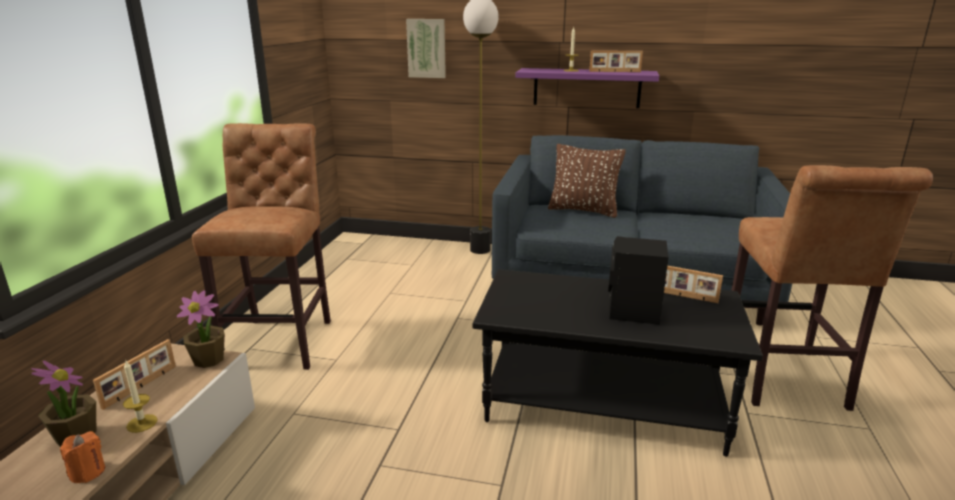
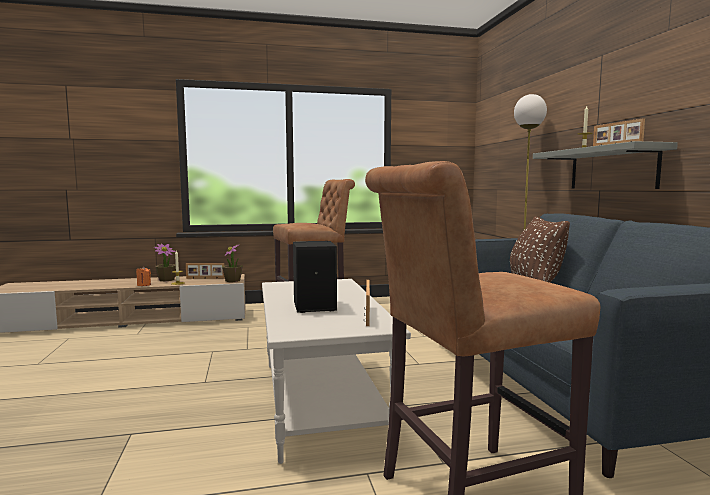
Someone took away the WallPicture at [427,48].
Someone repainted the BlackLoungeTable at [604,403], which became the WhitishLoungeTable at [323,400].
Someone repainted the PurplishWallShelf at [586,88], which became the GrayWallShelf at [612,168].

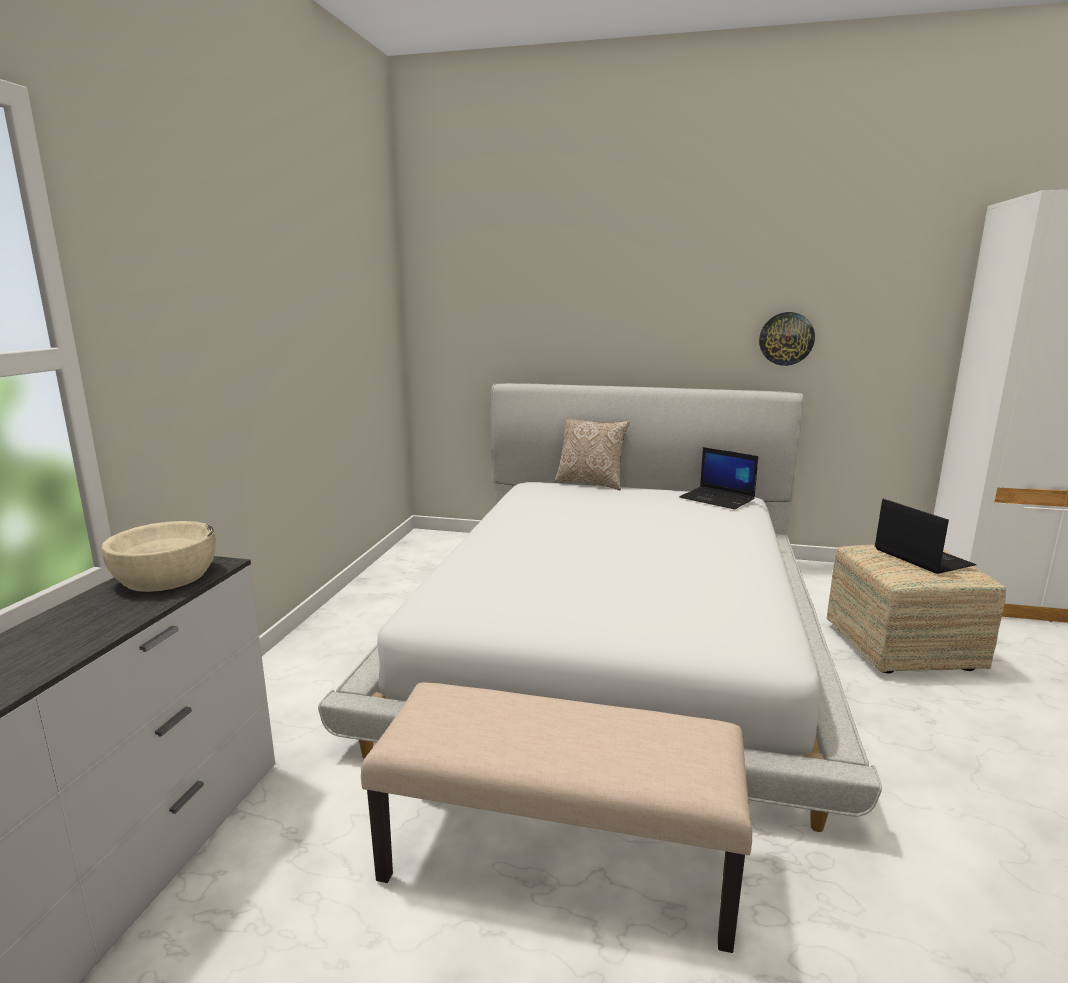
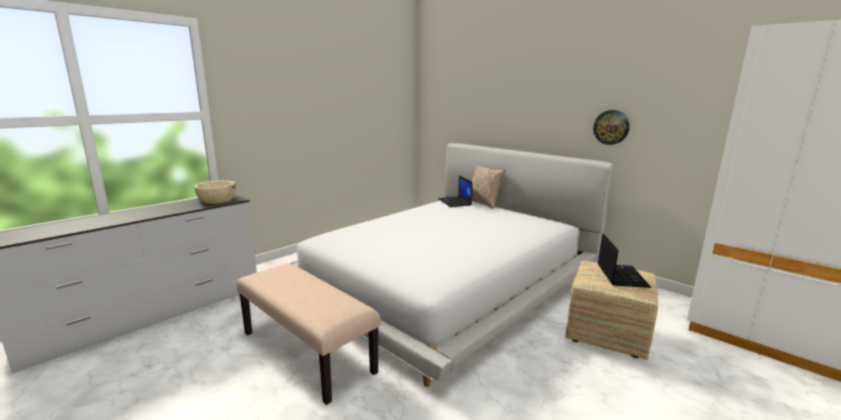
Someone carried the PortableComputer from [718,499] to [455,202].

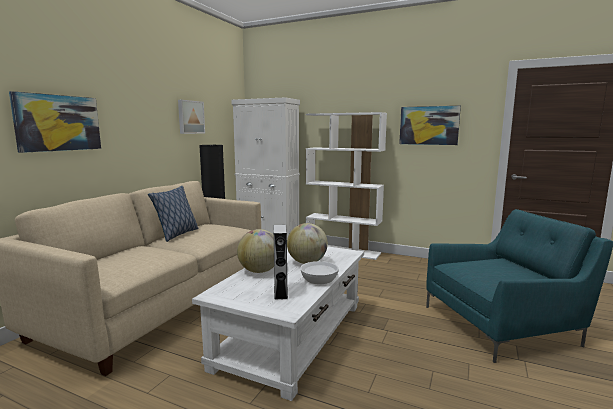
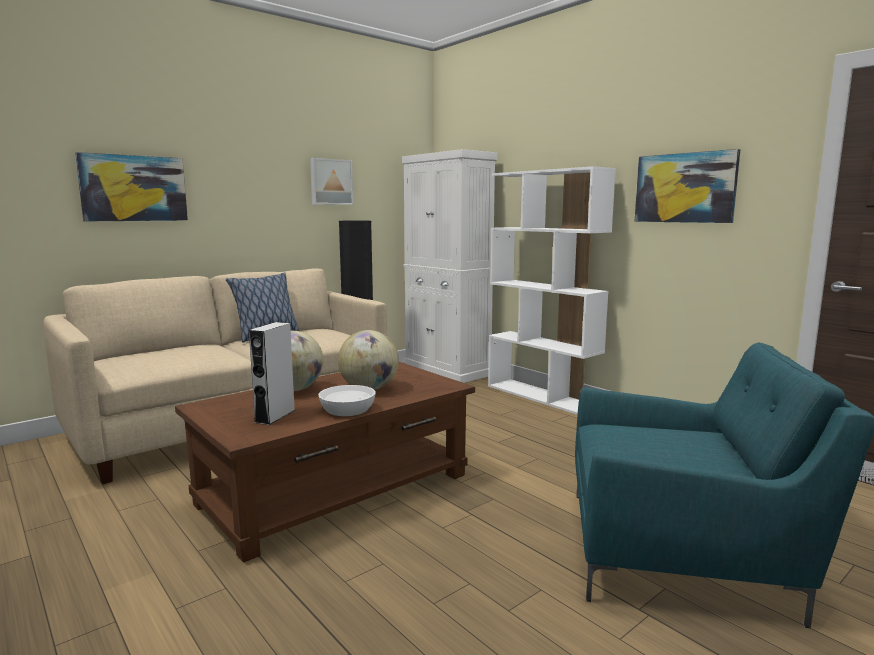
Someone repainted the WhitishLoungeTable at [292,334], which became the BrownColouredLoungeTable at [337,488].

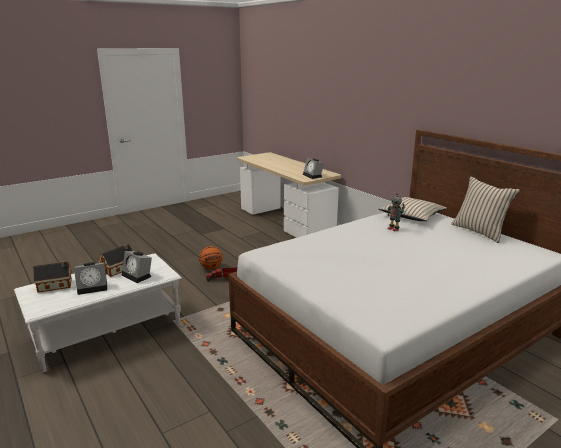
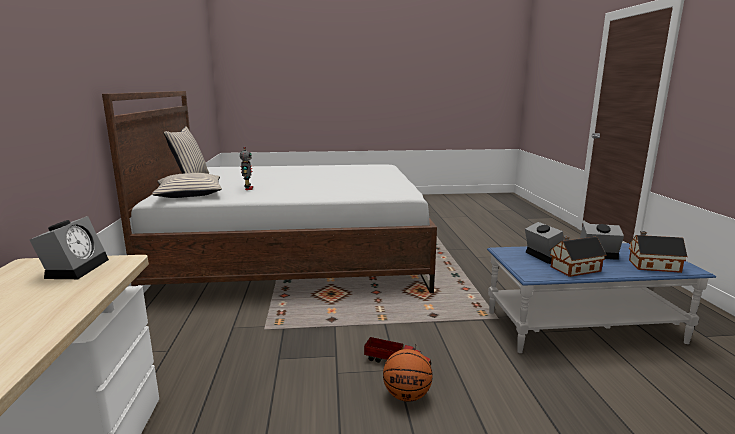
Someone repainted the WhitishLoungeTable at [107,332], which became the BluishLoungeTable at [582,327].

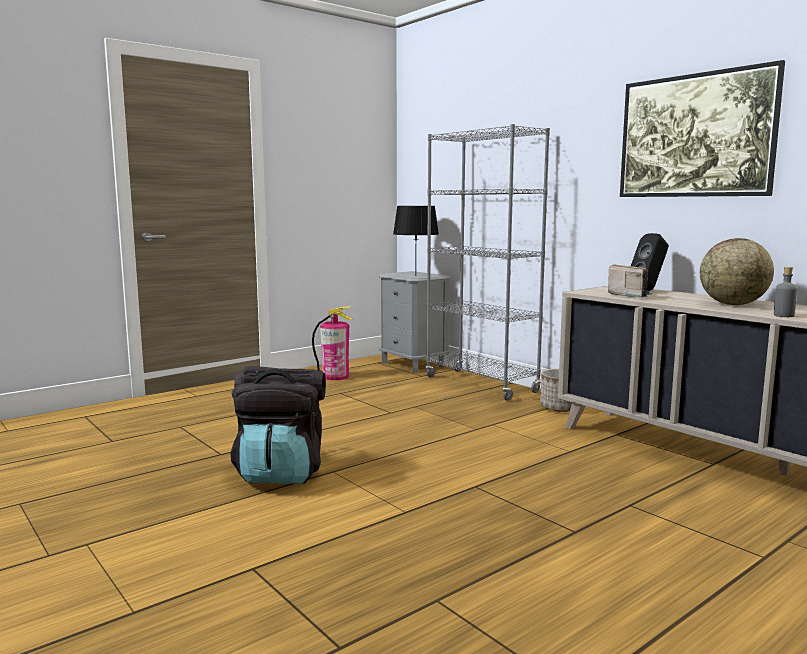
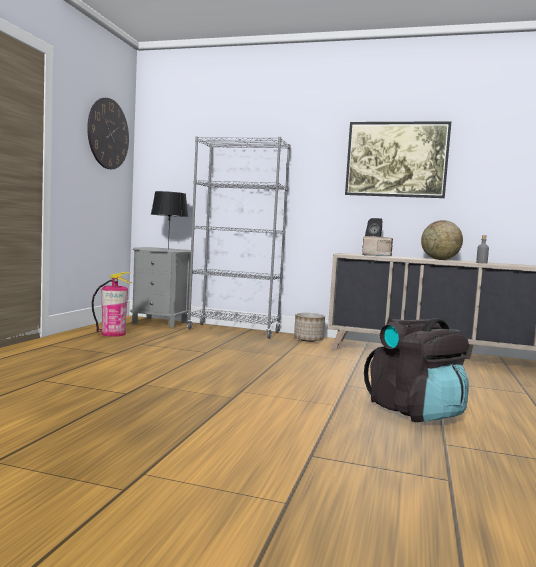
Someone put up the HangingClock at [108,134].
Someone carried the BlackBackpack from [281,472] to [415,411].

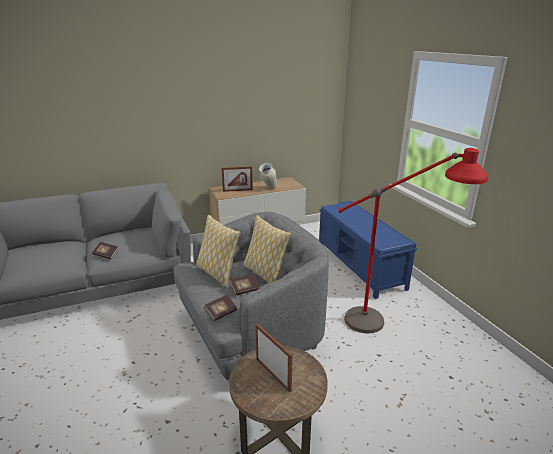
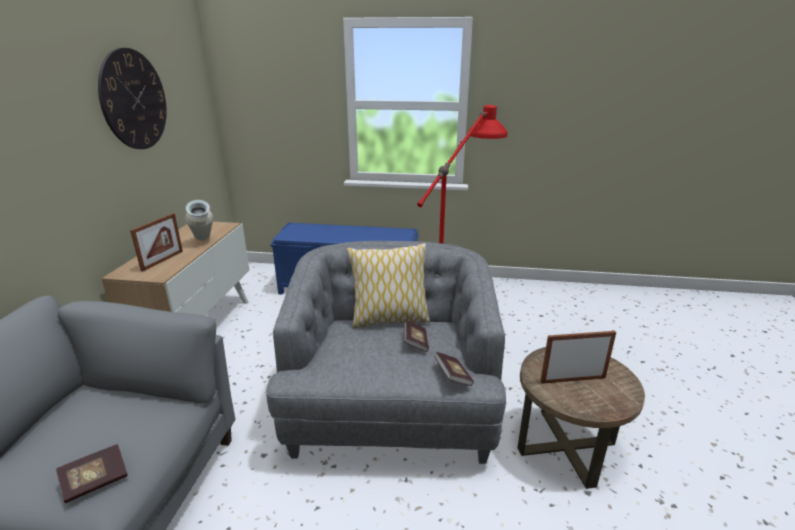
Someone took away the Pillow at [217,273].
Someone put up the HangingClock at [134,100].

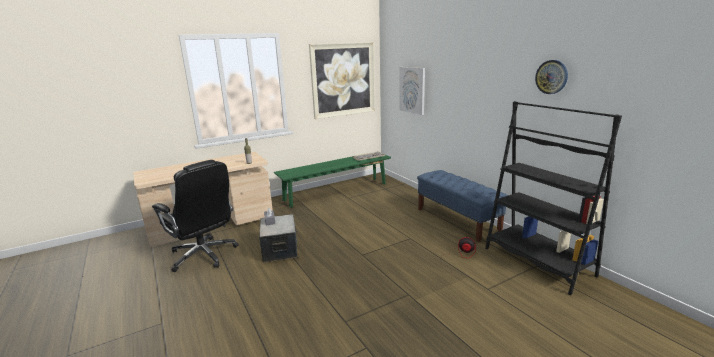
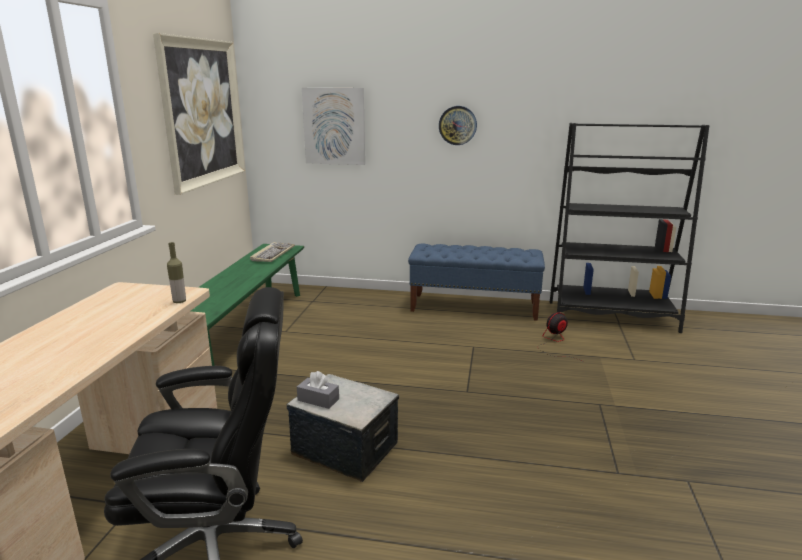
Someone carried the HangingClock from [551,77] to [457,125].

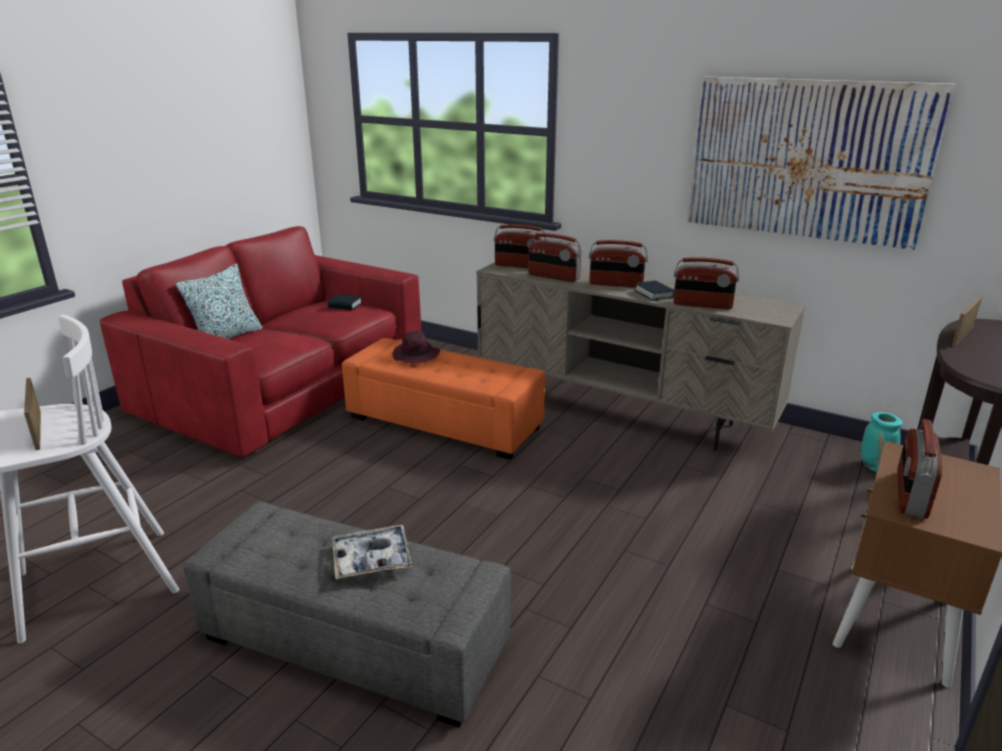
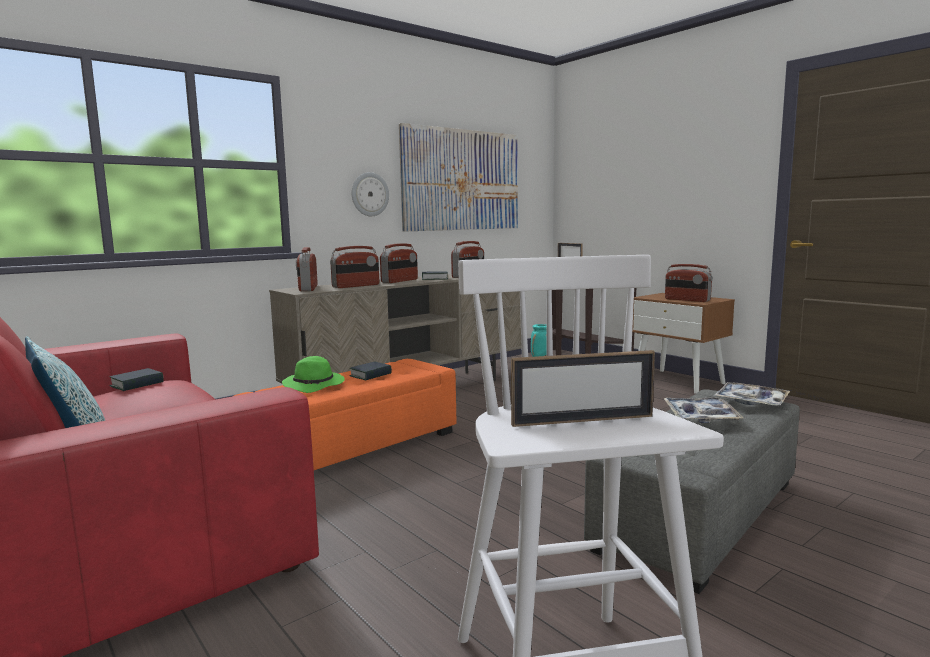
Someone put down the BoundBook at [370,375].
Someone put up the HangingClock at [369,194].
Someone put down the ServingTray at [751,401].
Someone repainted the PurplishHat at [416,356], which became the GreenColouredHat at [315,385].
Someone rotated the Radio at [519,266] by 135 degrees clockwise.

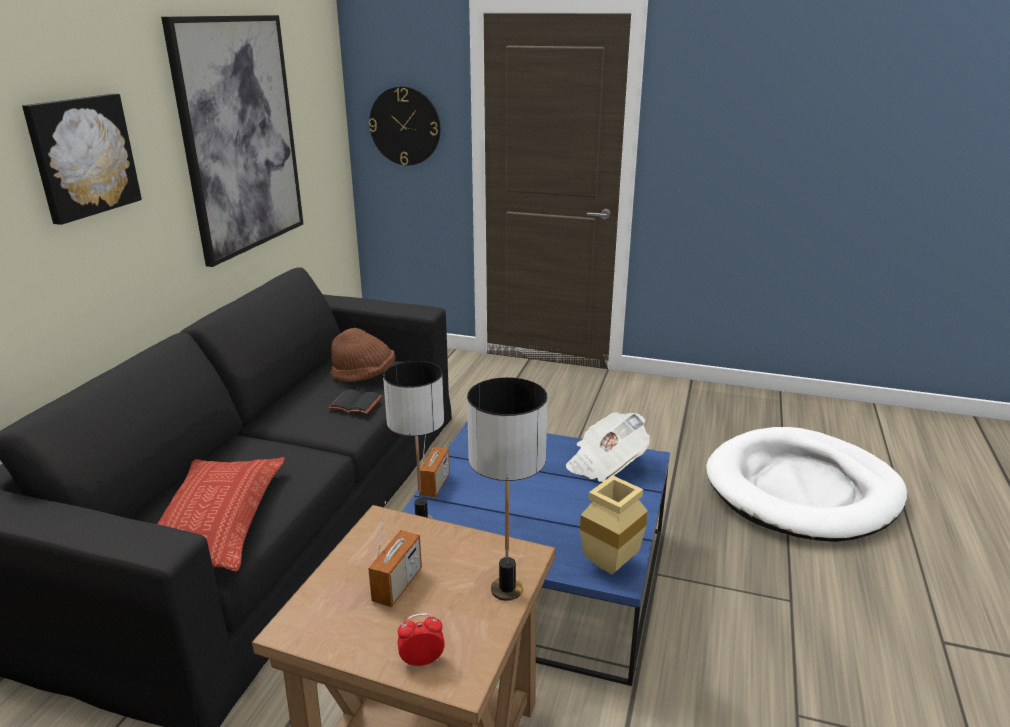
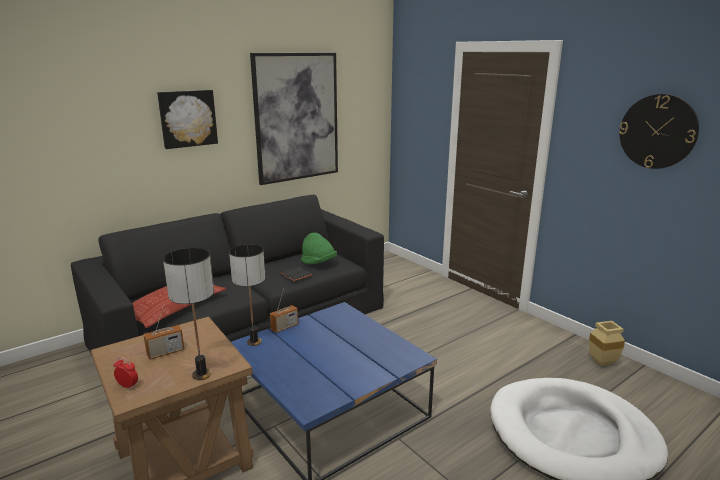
Someone took away the Newspaper at [605,464].
Someone carried the HangingClock from [405,126] to [657,131].
Someone carried the BeigeColouredDecorativeVase from [610,563] to [602,362].
Someone repainted the BrownColouredHat at [364,376], which became the GreenColouredHat at [318,263].

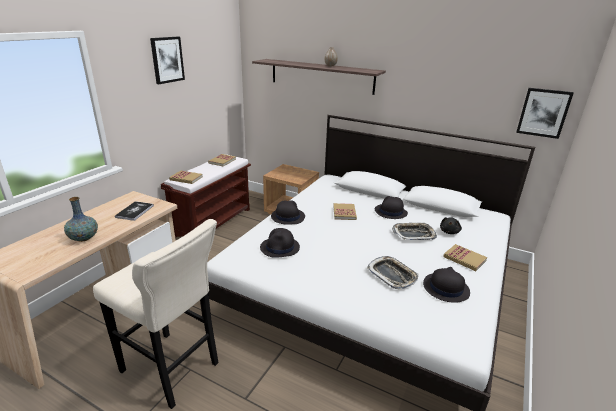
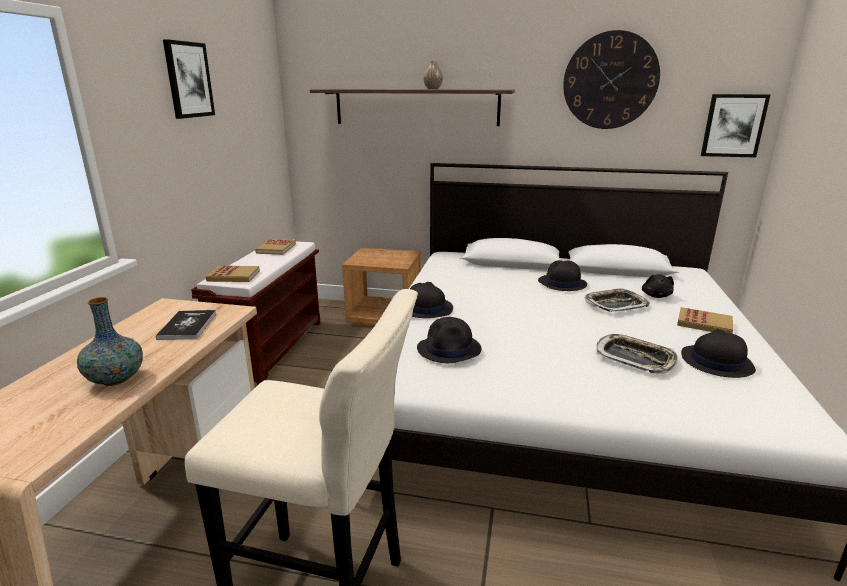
Someone took away the BoundBook at [344,213].
Someone put up the HangingClock at [610,81].

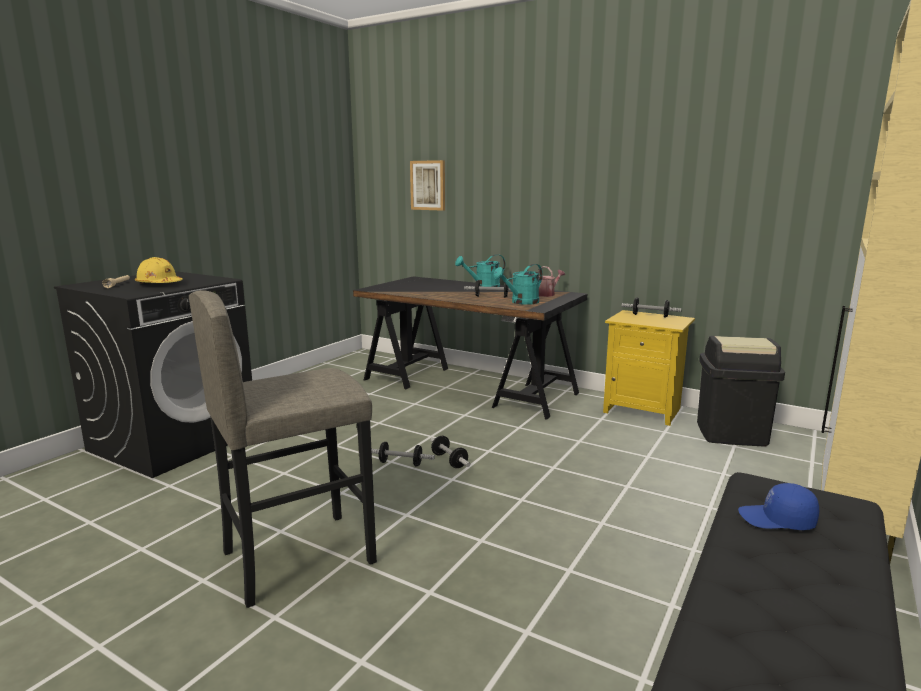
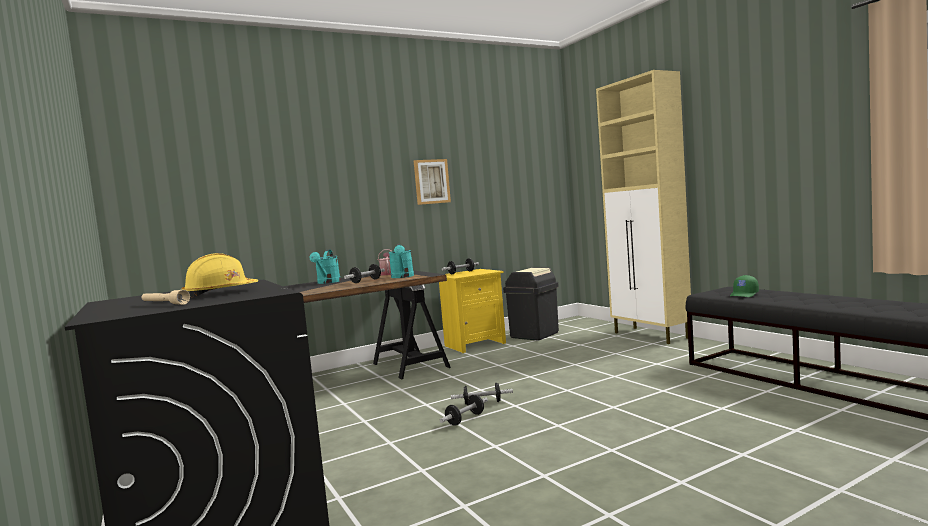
Someone took away the GrayStool at [297,556].
Someone carried the WallPicture from [428,185] to [431,181].
Someone repainted the BluishCap at [777,520], which became the GreenColouredCap at [744,294].

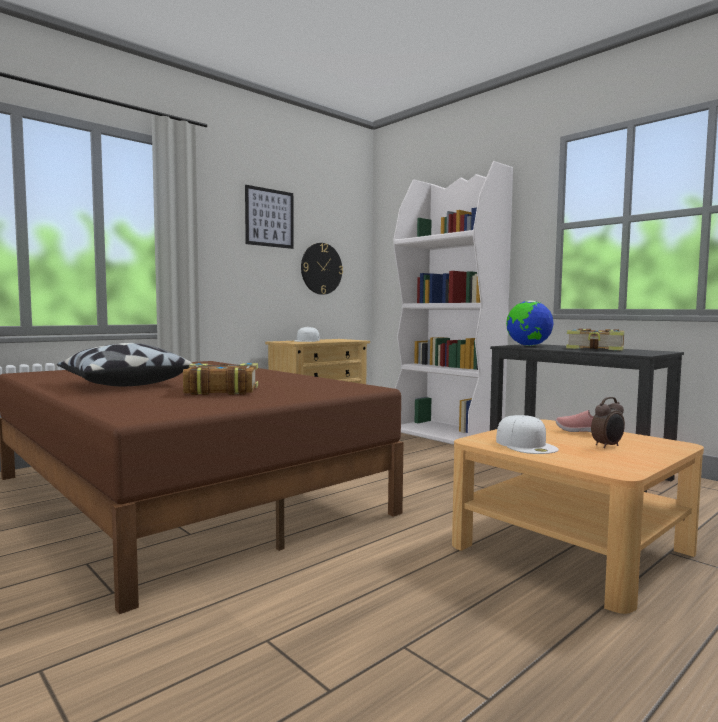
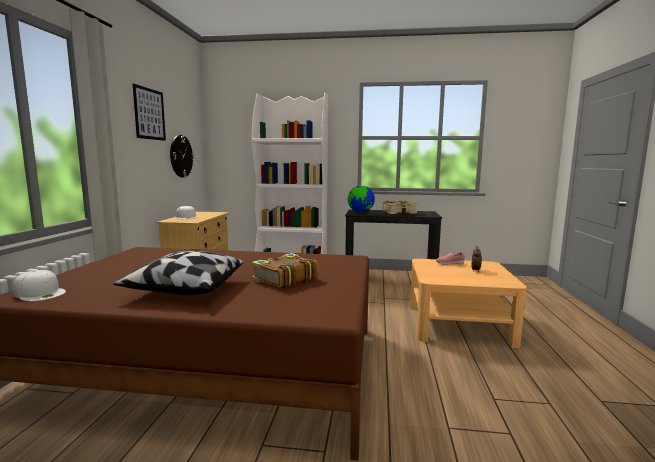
Someone carried the WhitishCap from [526,445] to [40,293].

